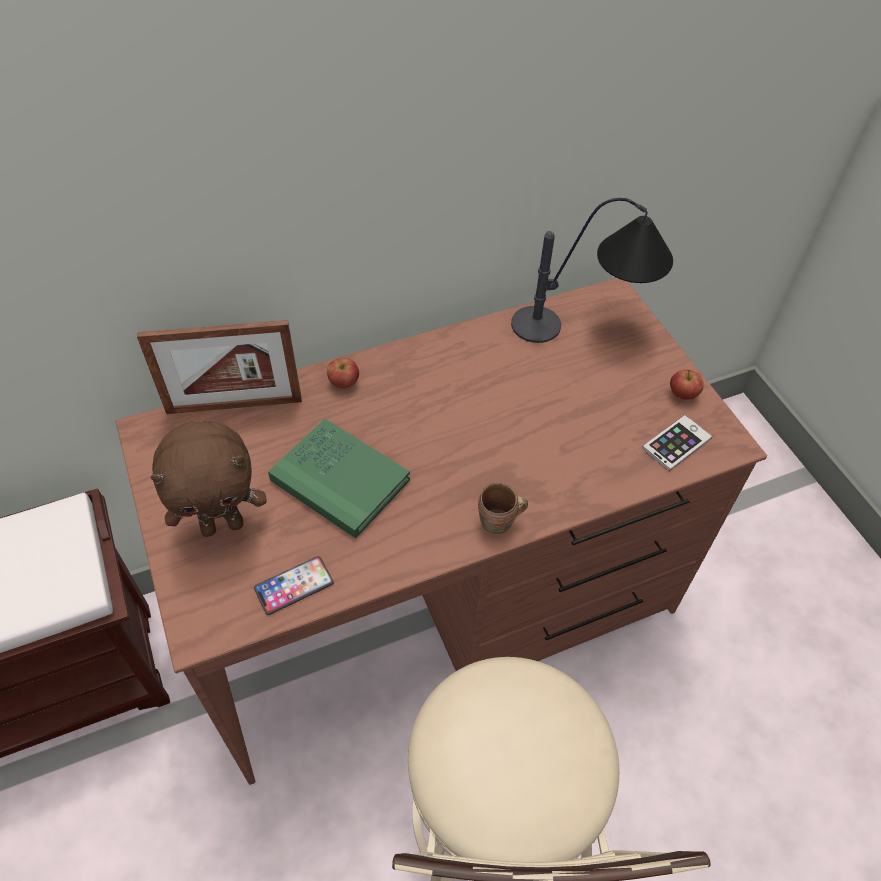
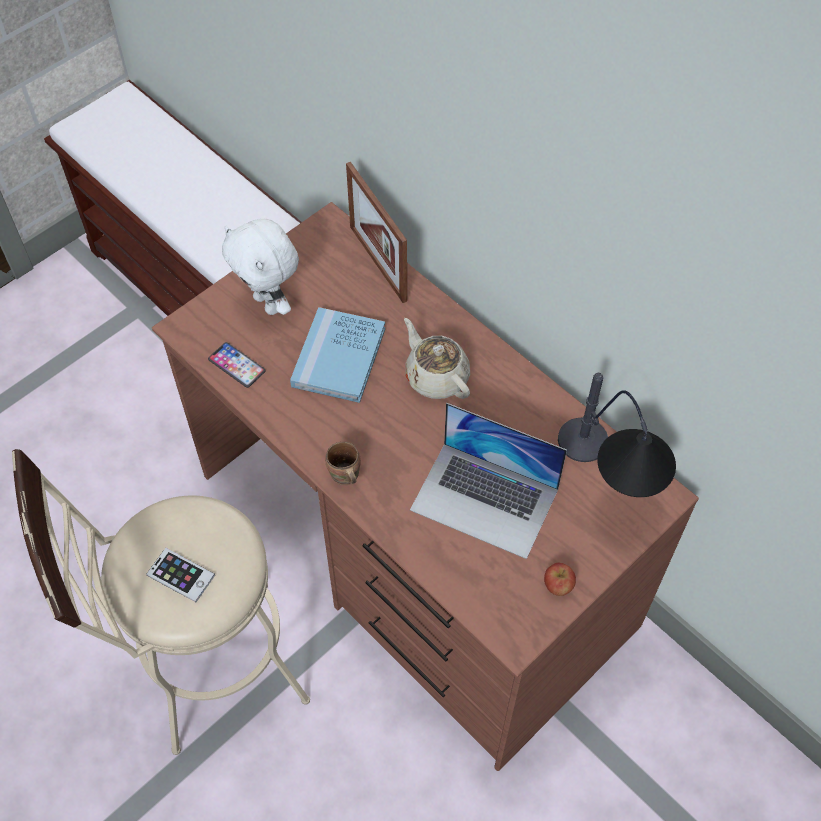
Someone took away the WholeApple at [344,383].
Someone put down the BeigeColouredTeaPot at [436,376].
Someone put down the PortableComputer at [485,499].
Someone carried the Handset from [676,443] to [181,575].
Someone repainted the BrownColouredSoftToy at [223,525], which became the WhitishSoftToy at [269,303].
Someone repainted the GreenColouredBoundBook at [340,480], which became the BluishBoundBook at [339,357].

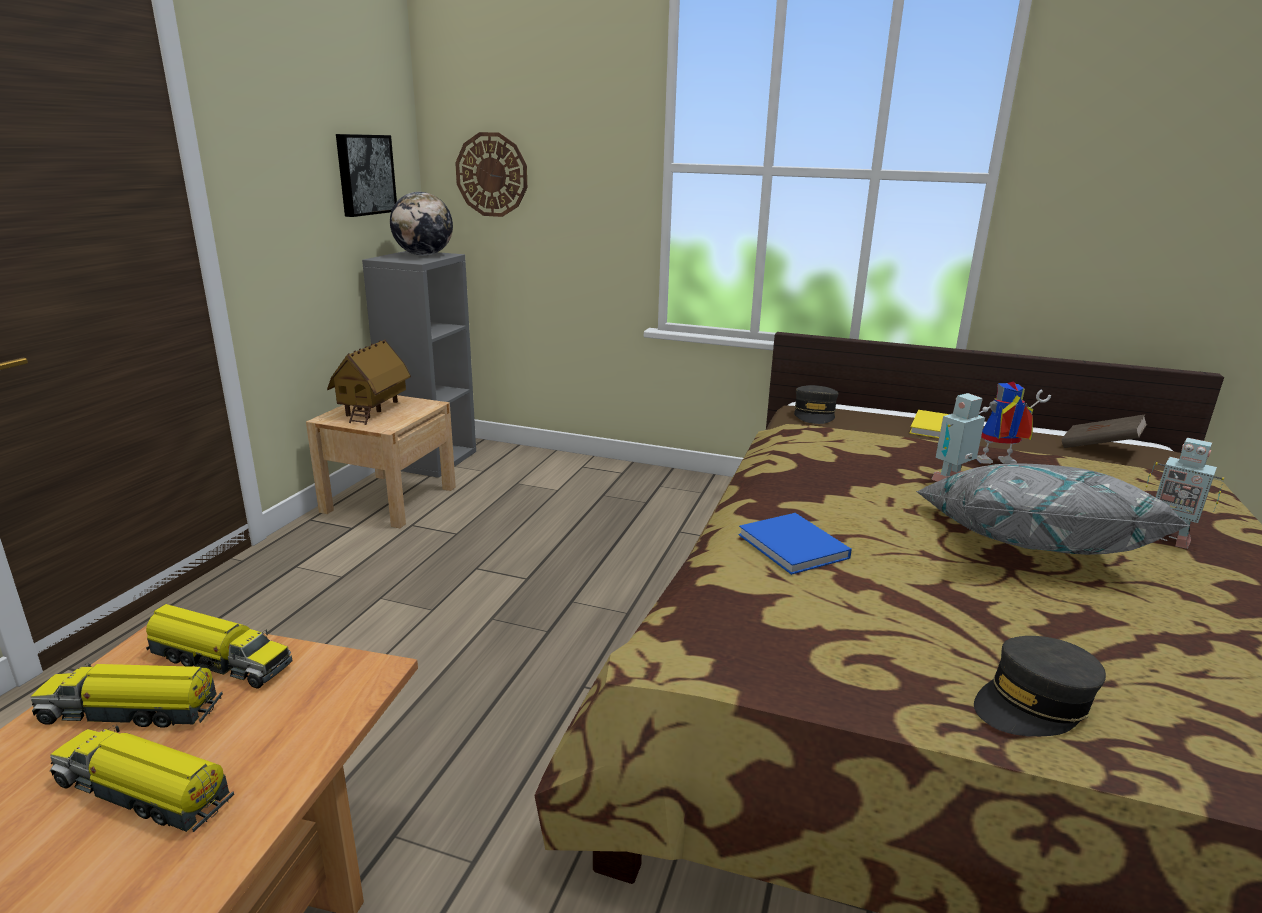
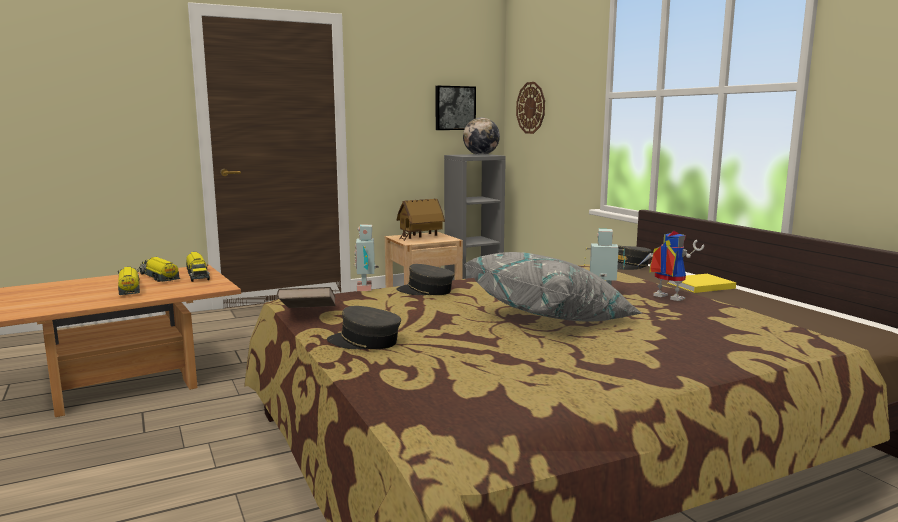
Someone carried the BrownColouredBoundBook from [1099,448] to [308,314].
Someone carried the ModelRobot from [1167,538] to [366,288].
Someone swapped the BluishBoundBook at [794,547] for the GrayCap at [426,291].

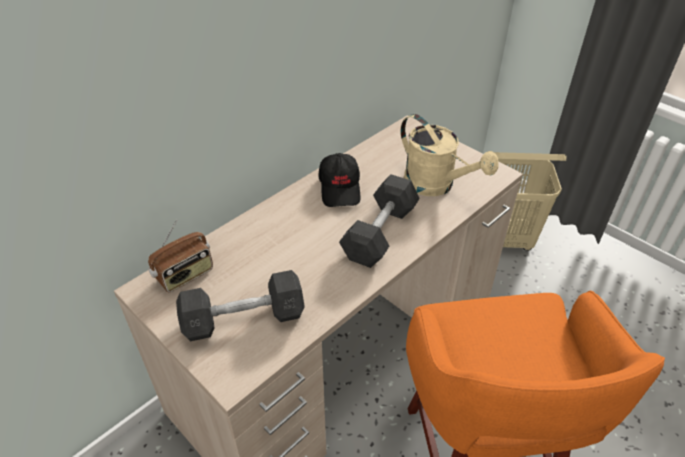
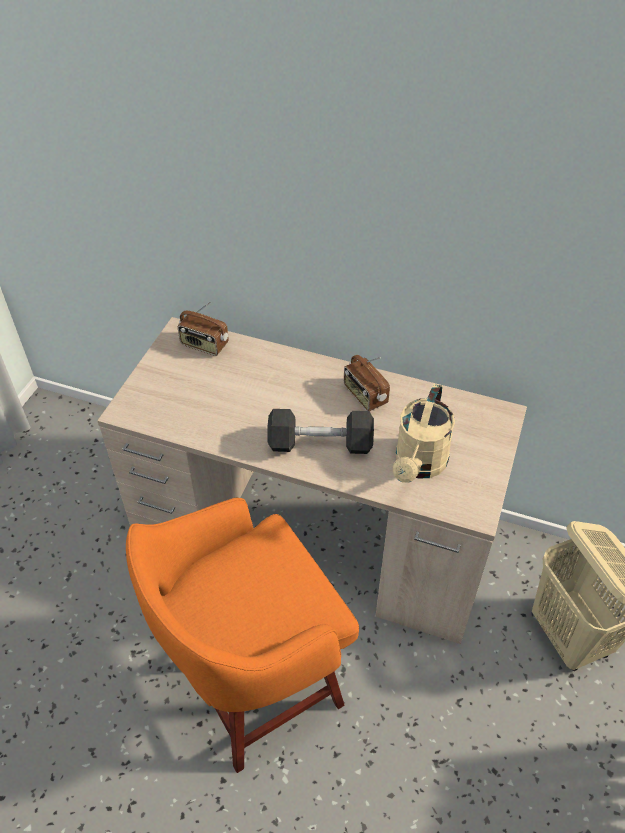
Someone took away the GrayDumbbell at [244,319].
Someone swapped the BlackCap at [340,188] for the Radio at [364,396].

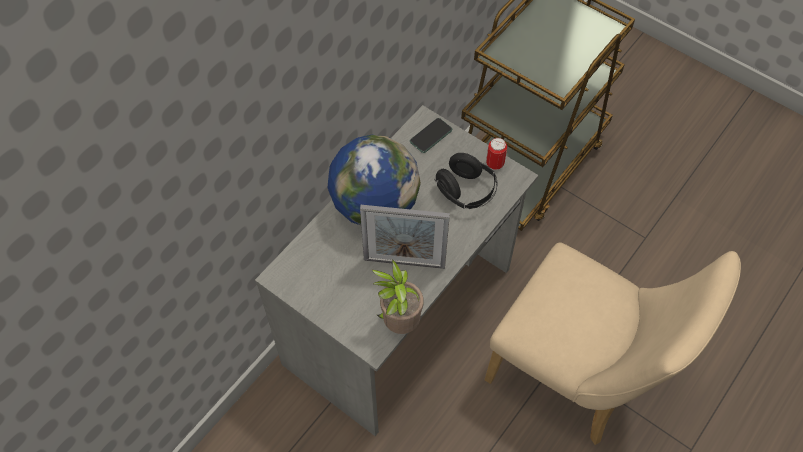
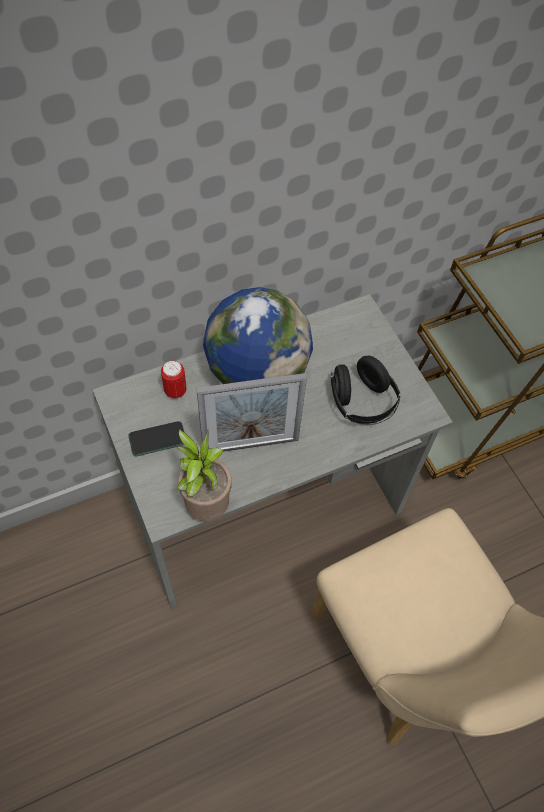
Someone carried the Handset from [431,136] to [157,439].
Someone carried the Can from [495,164] to [175,391].
Someone rotated the PictureFrame at [404,262] by 45 degrees counterclockwise.

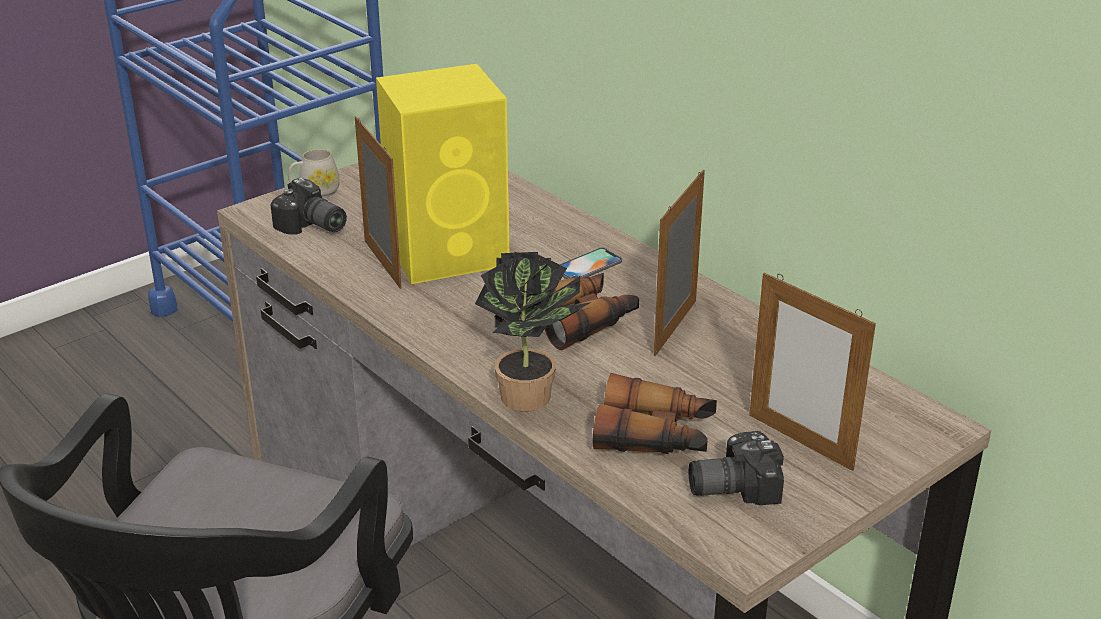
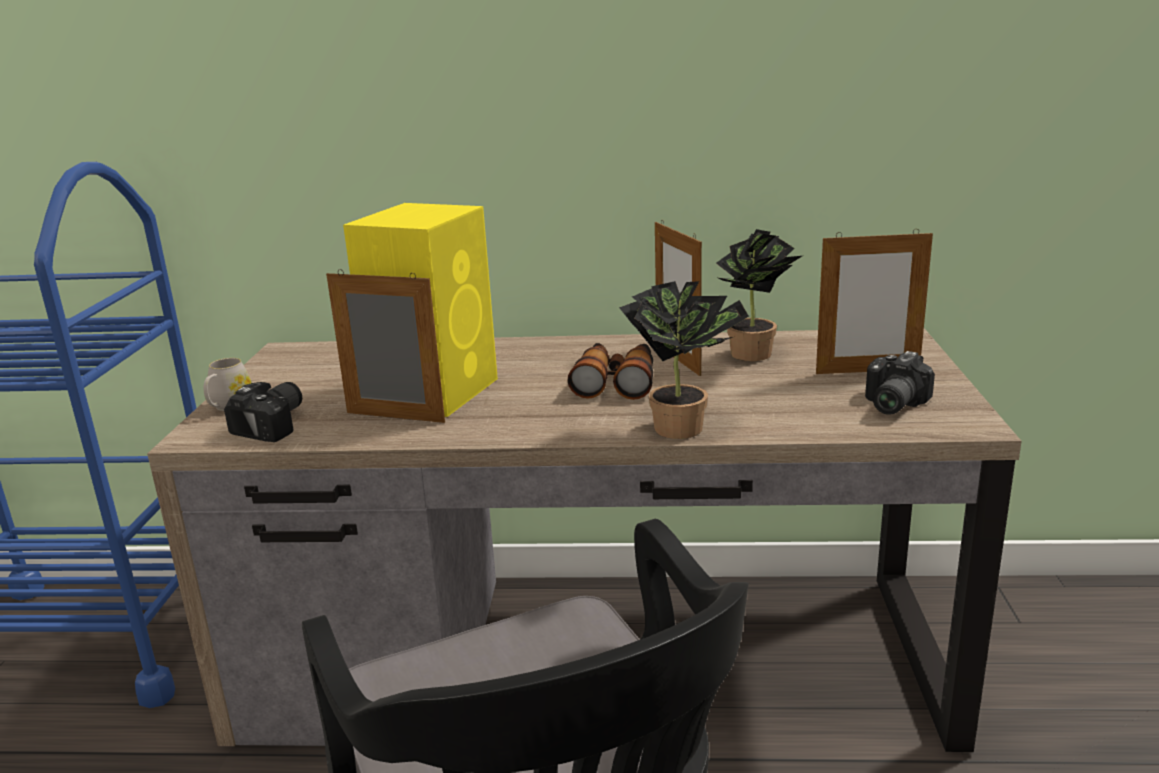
Someone took away the Handset at [587,265].
Someone took away the FieldGlasses at [656,435].
Someone put down the PlantInAPot at [755,356].
Someone rotated the StillCamera at [311,227] by 60 degrees counterclockwise.

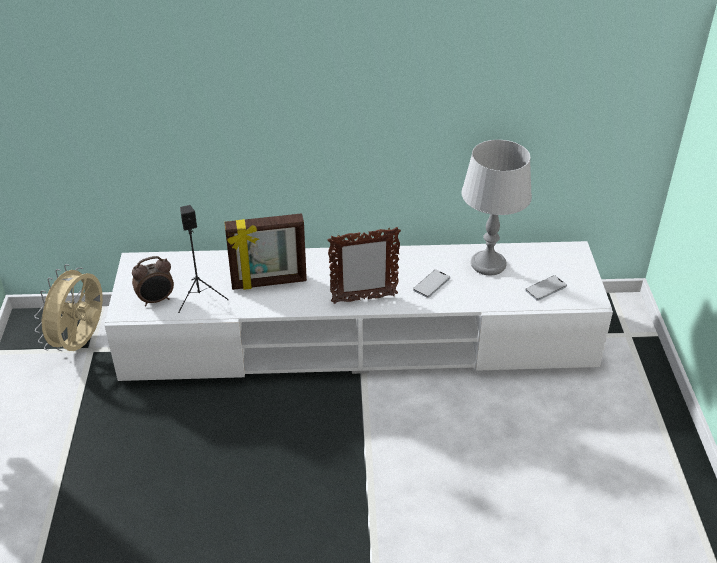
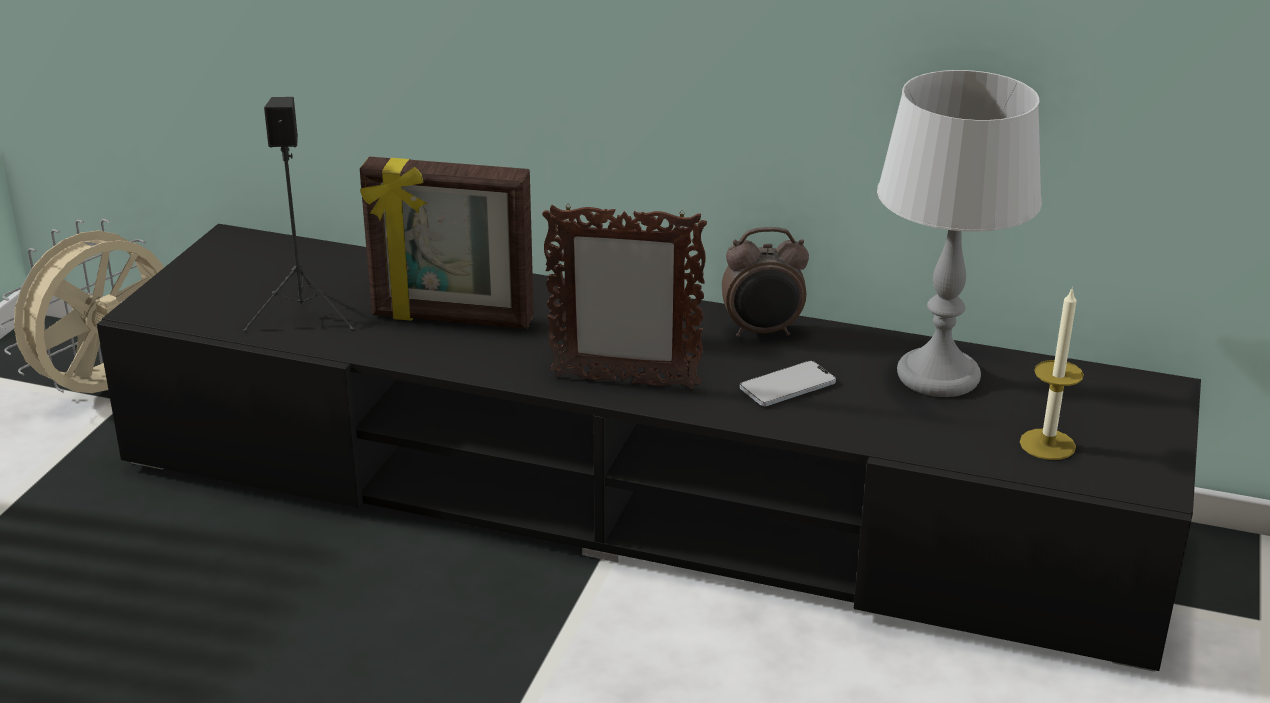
Someone carried the TableClock from [156,300] to [762,332].
Someone swapped the Handset at [545,288] for the WaxLight at [1047,444].
Someone repainted the WhitishTvUnit at [359,339], which became the BlackTvUnit at [636,499].

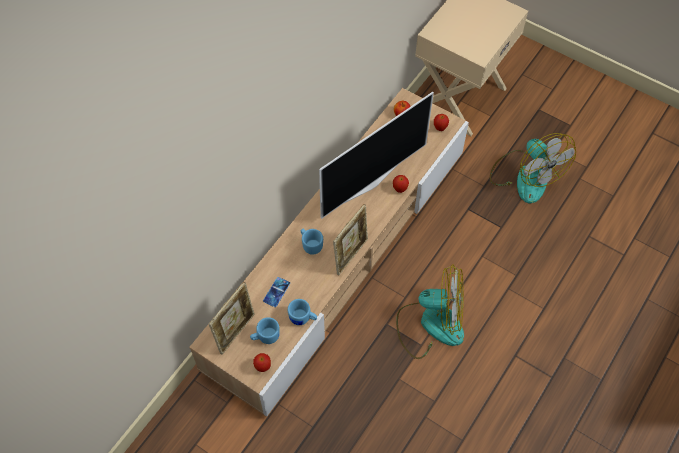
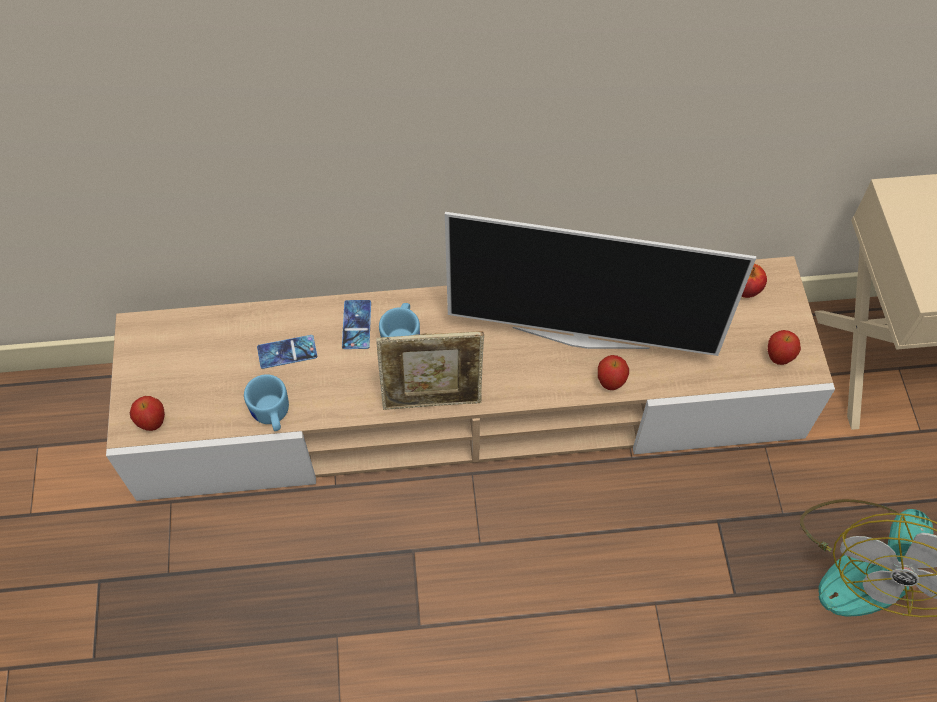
Someone took away the PictureFrame at [236,332].
Someone took away the BluishTeaMug at [265,336].
Someone took away the ElectricFan at [431,324].
Someone put down the Handset at [356,324].

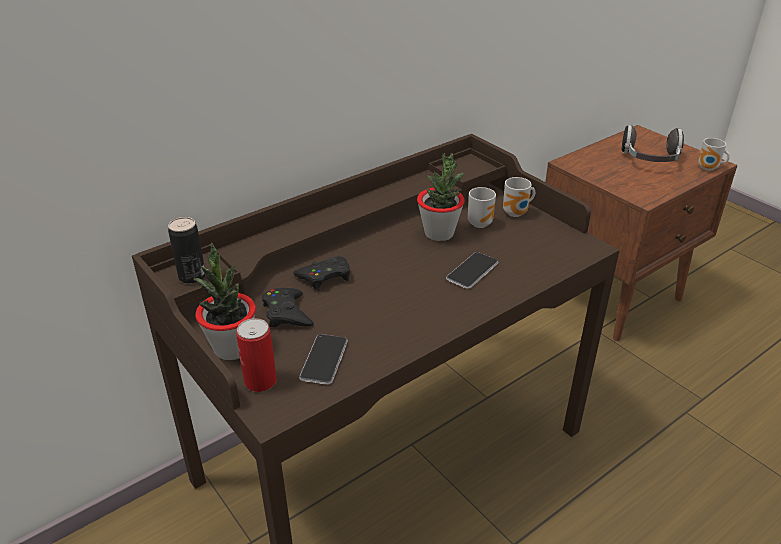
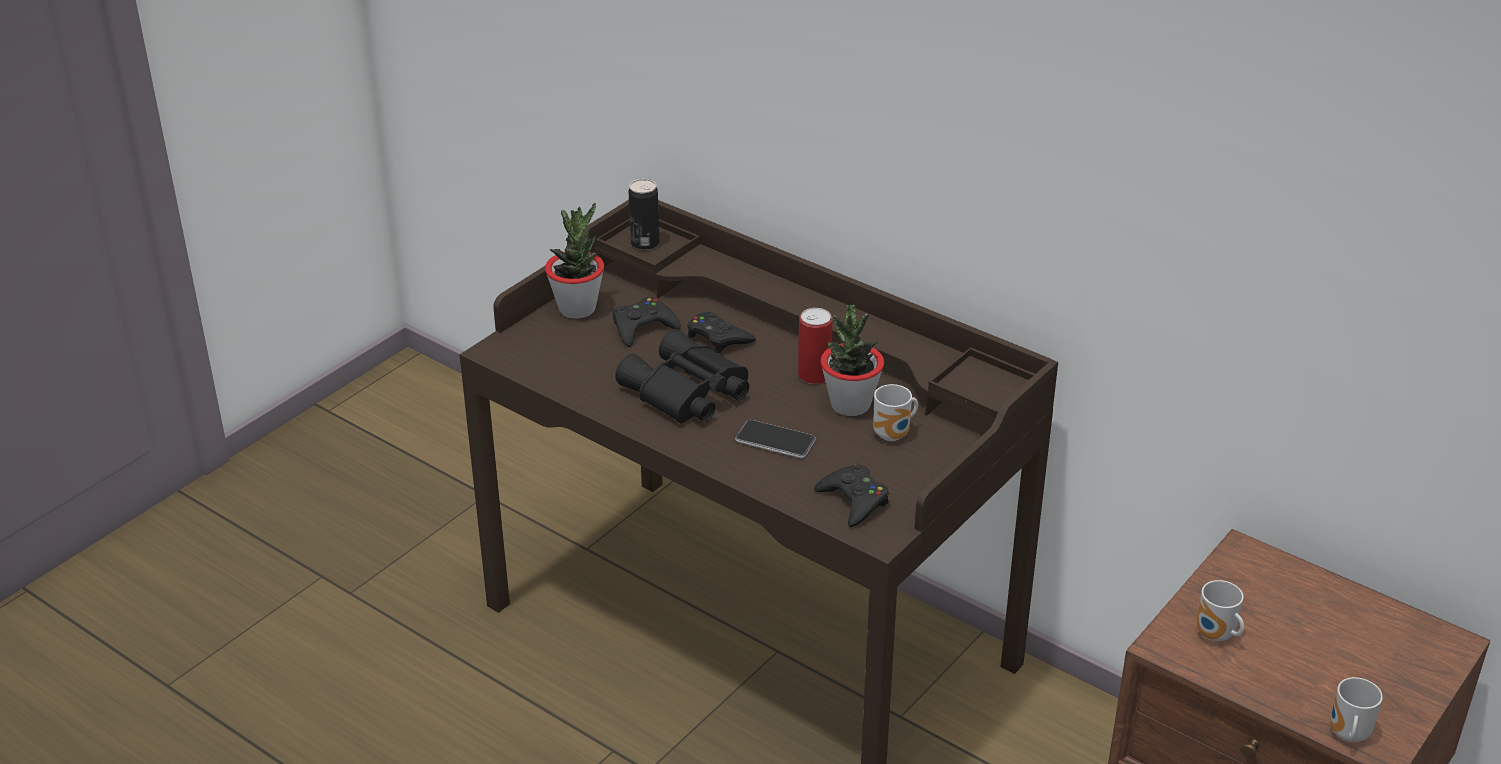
Someone took away the Handset at [324,360].
Someone took away the Headset at [649,160].
Someone put down the BlackFieldGlasses at [686,393].
Someone put down the BlackGameController at [854,500].
Someone carried the Can from [260,381] to [814,375].
Someone carried the TeaMug from [517,213] to [1215,636].

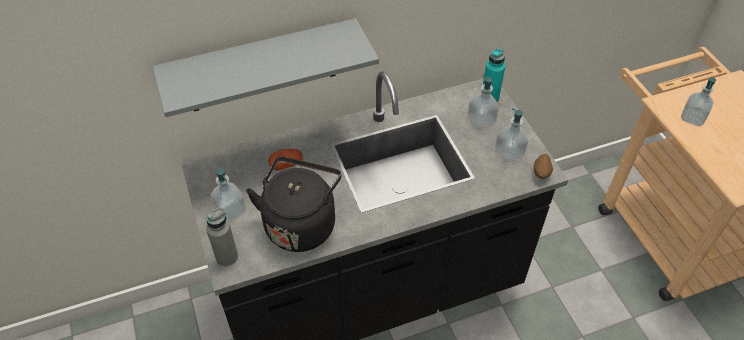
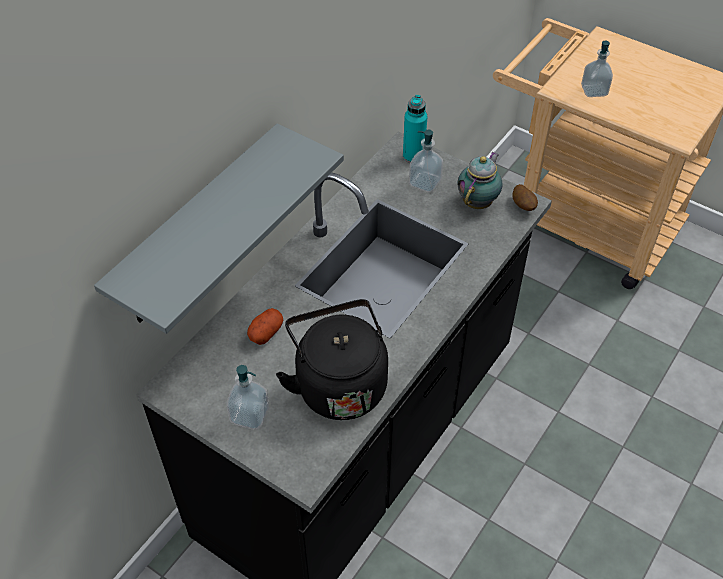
Someone took away the GrayBottle at [227,257].
Someone swapped the LiquidSoapBottle at [509,153] for the TeaPot at [478,202].

